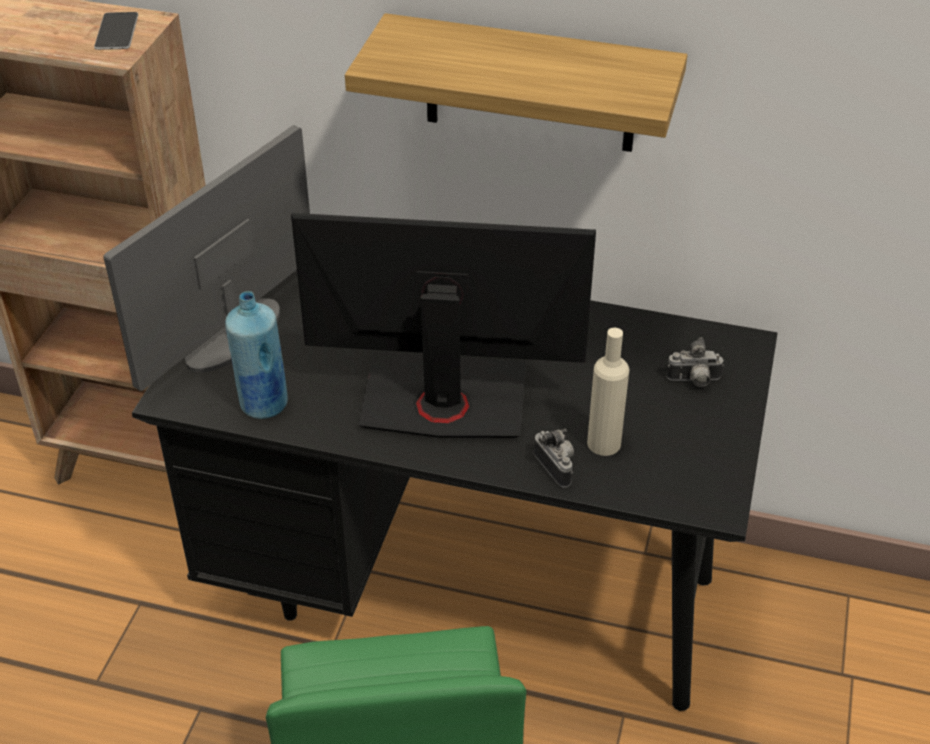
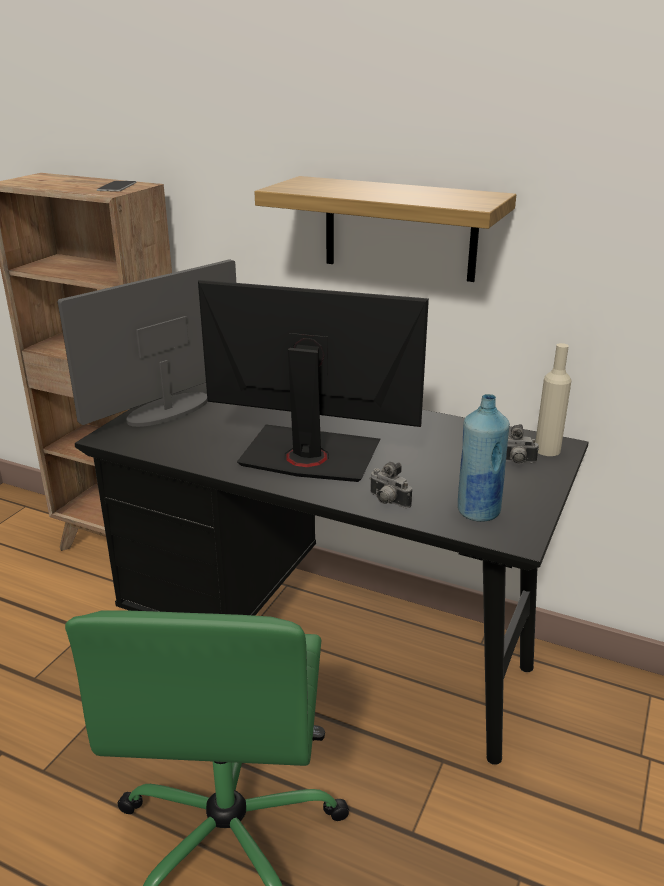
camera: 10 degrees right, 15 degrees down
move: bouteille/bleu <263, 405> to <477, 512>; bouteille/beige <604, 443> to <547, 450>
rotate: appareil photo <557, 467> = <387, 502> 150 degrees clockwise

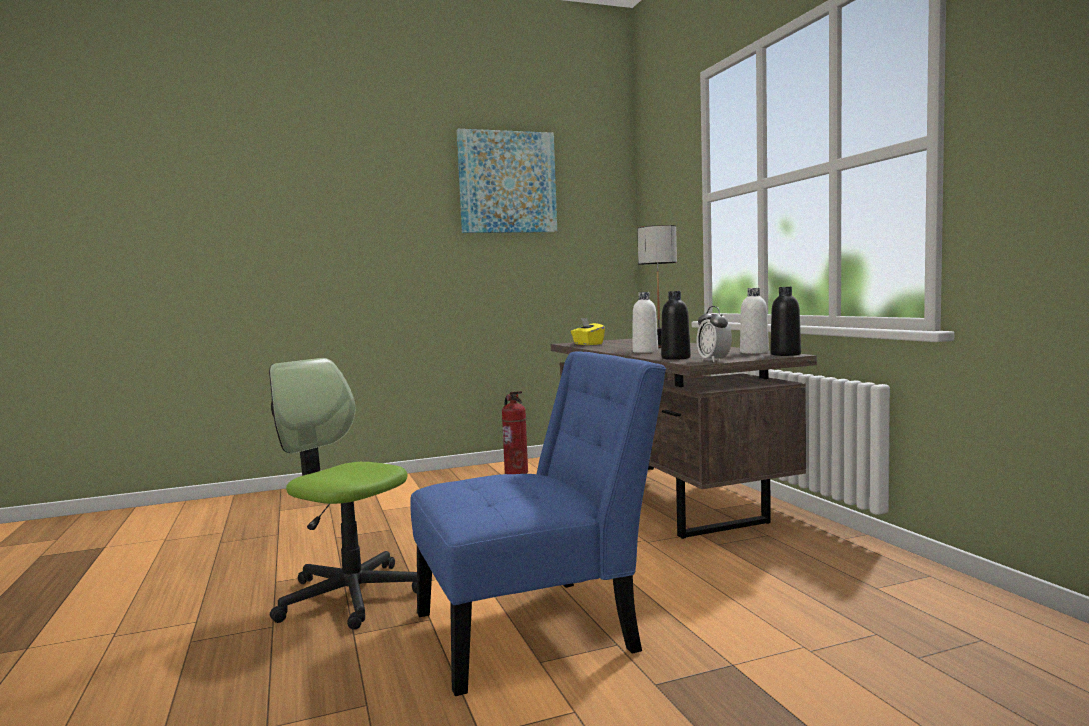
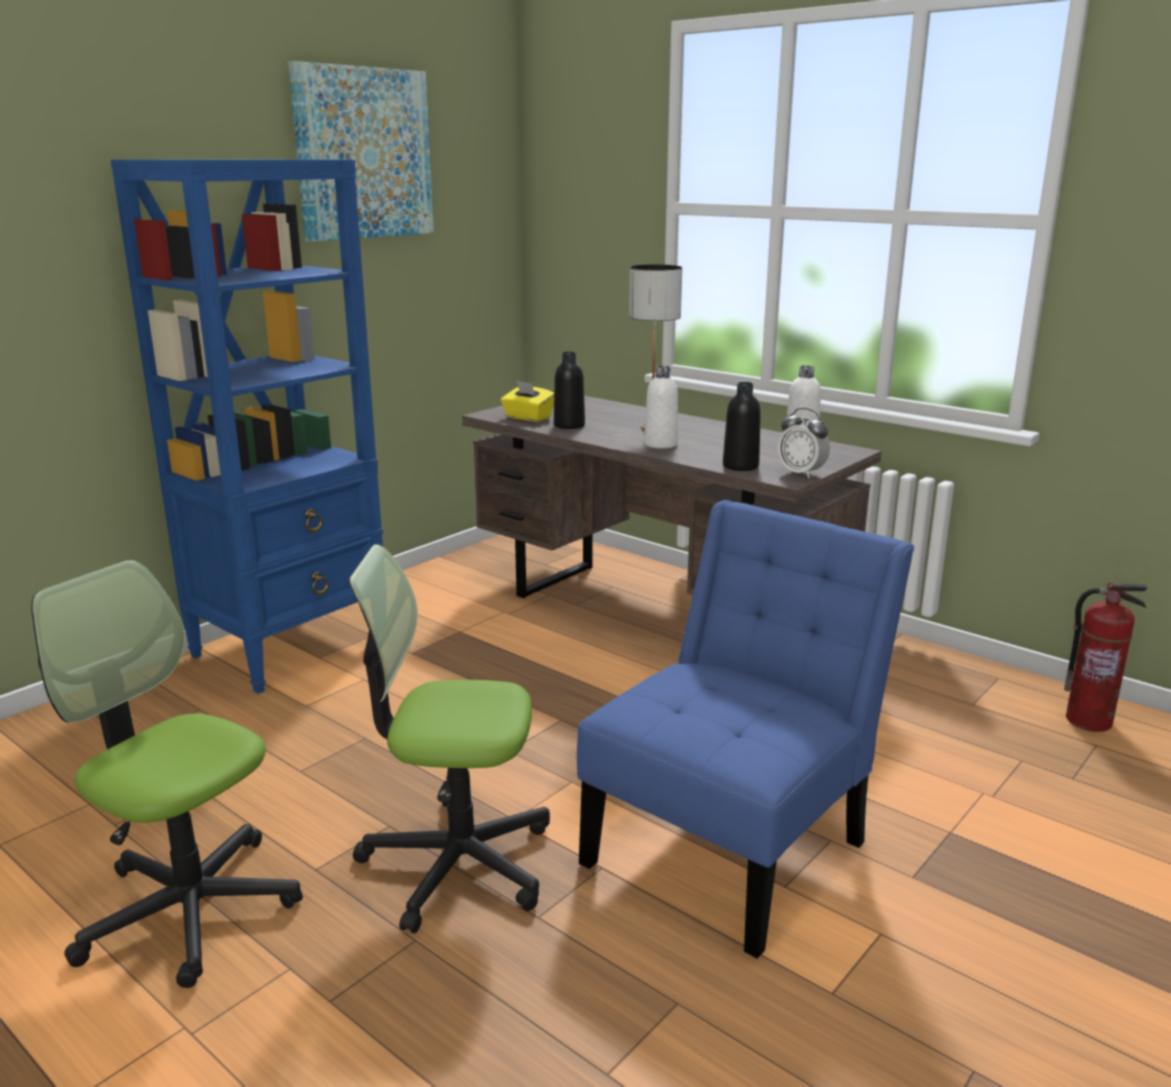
camera: 30 degrees left, 15 degrees up
insert: chaise de bureau <189, 908>; bibliothèque/bleu <292, 647>
move: extincteur <517, 473> to <1089, 721>; bouteille/noir <785, 354> to <569, 425>

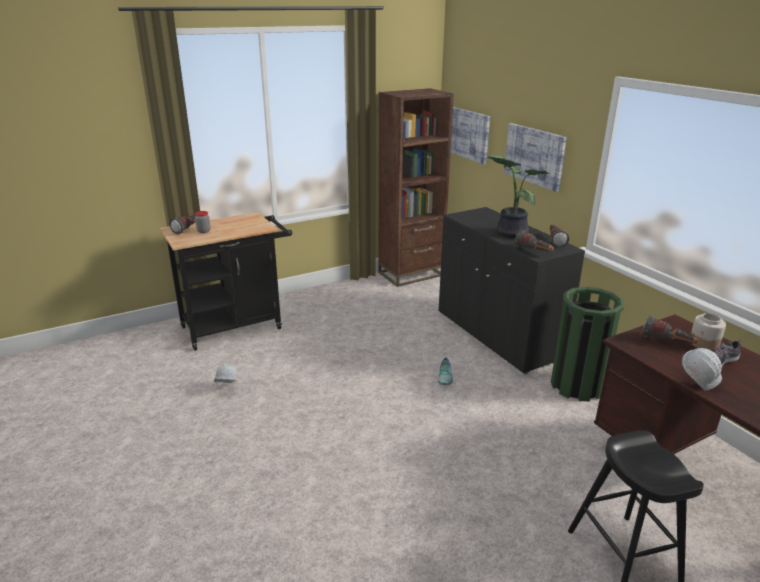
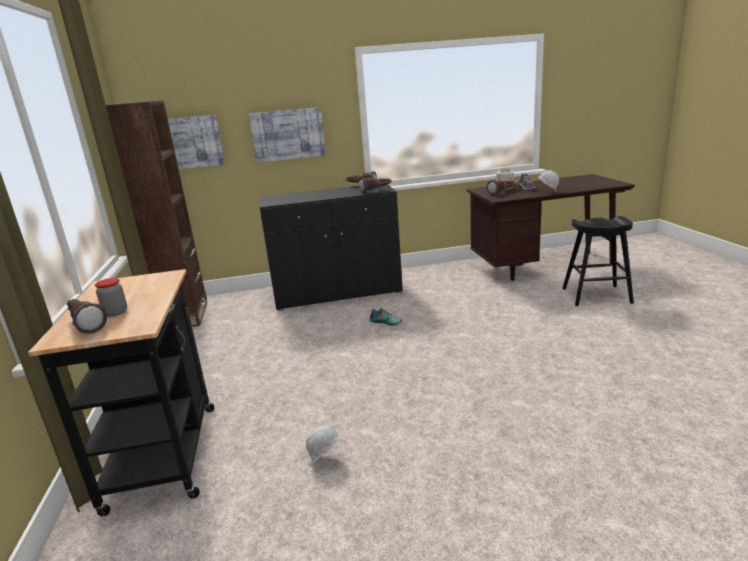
camera: 70 degrees left, 5 degrees down
delete: plante en pot <509, 233>; poubelle/vert <577, 386>

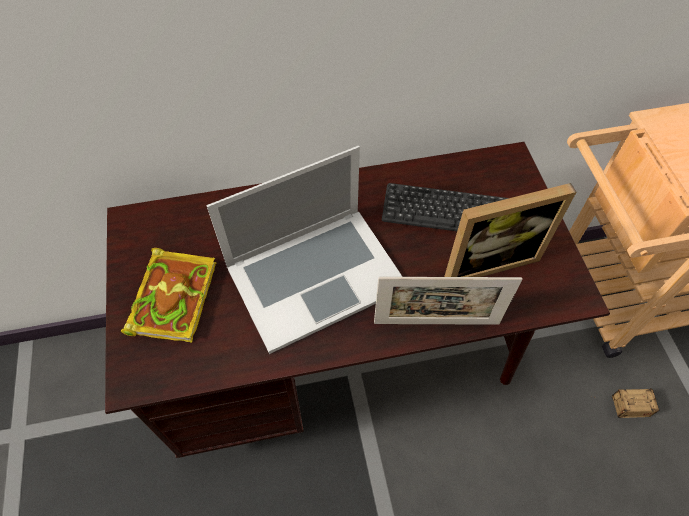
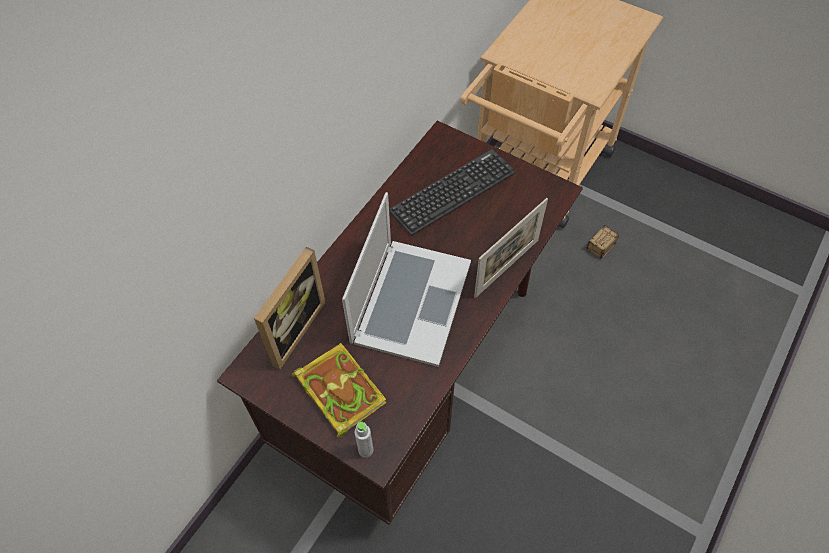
camera: 45 degrees left, 0 degrees up
insert: bouteille/gris <365, 450>
move: cadre photo <487, 259> to <291, 329>

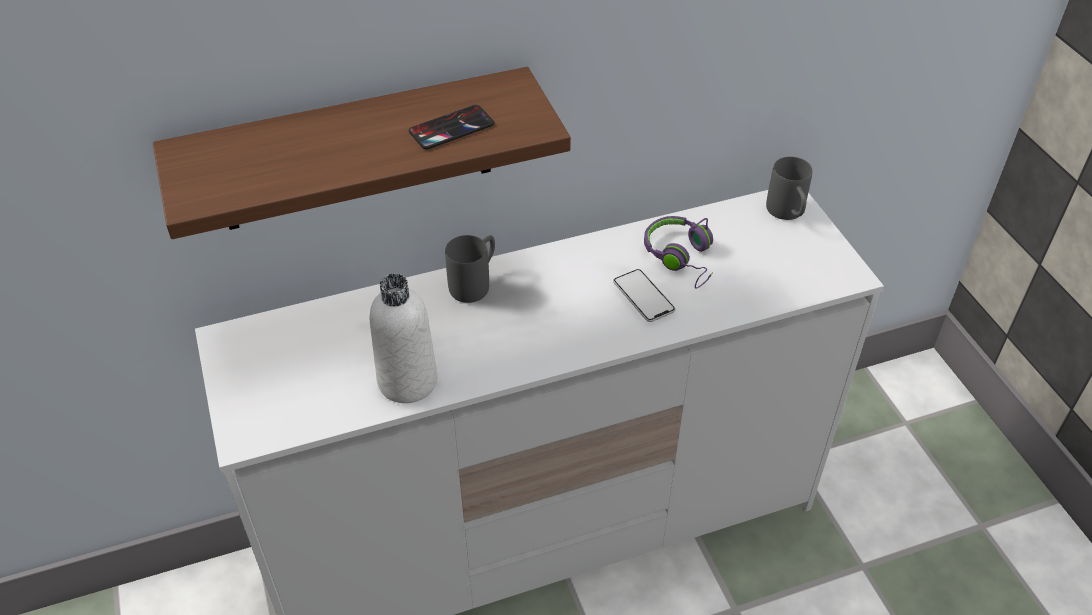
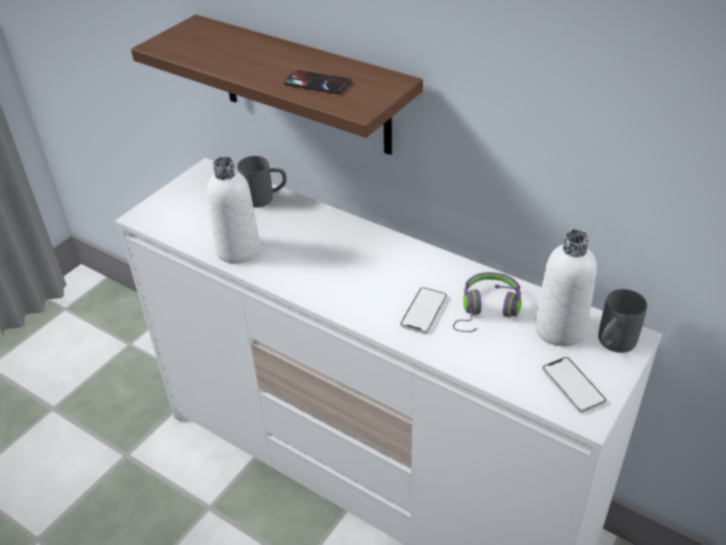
camera: 55 degrees right, 5 degrees down
insert: bouteille/blanc <560, 329>; téléphone <573, 385>
move: mug/gris <475, 283> to <265, 198>

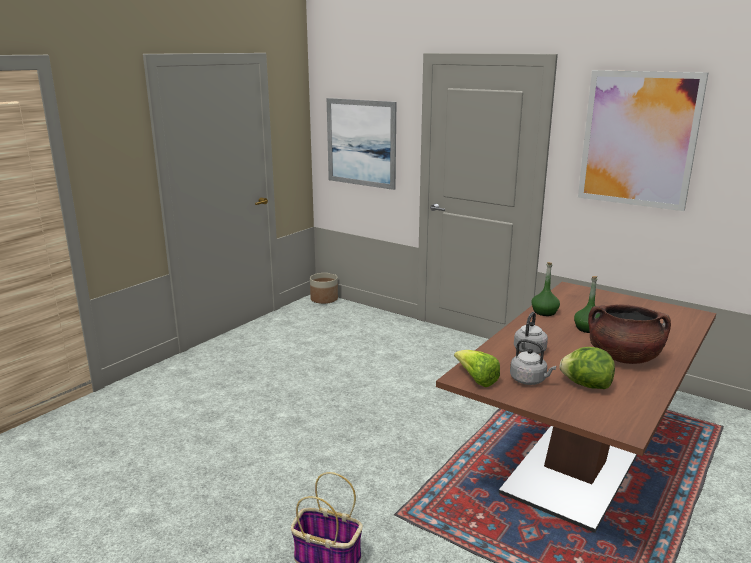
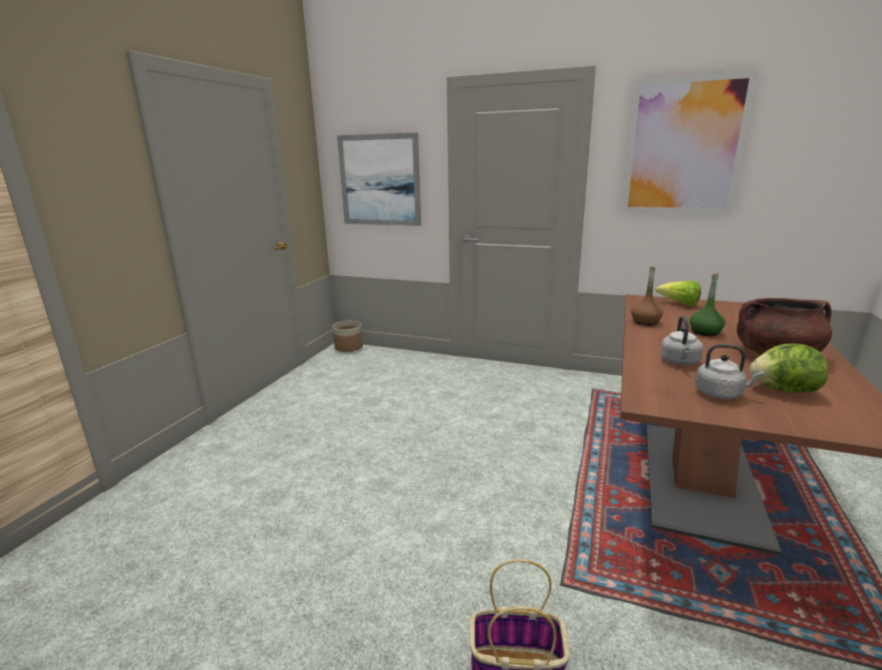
camera: 15 degrees left, 0 degrees up
move: laitue <476, 380> to <679, 304>
recolor: bouteille/vert <544, 312> to bouteille/marron <645, 322>

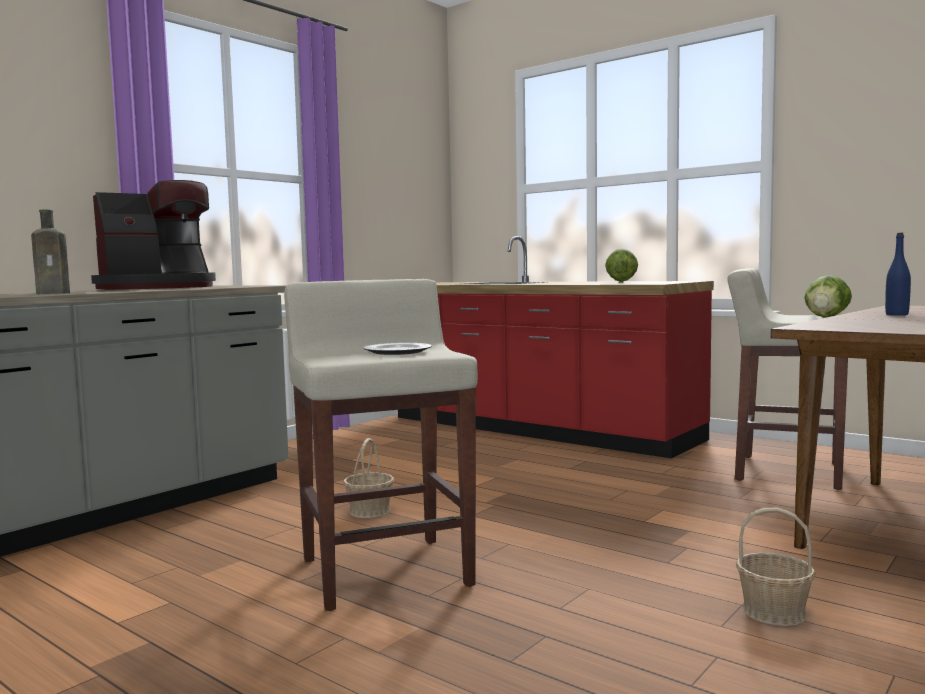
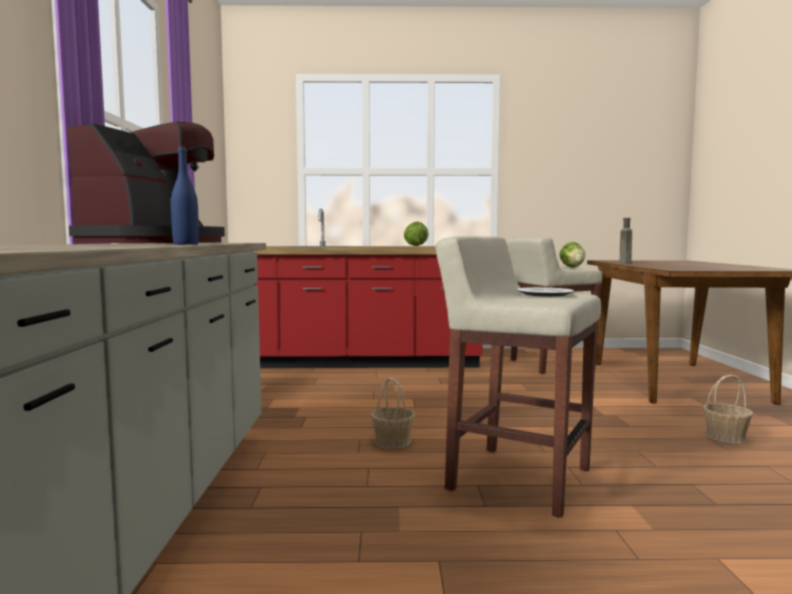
camera: 40 degrees left, 0 degrees up
move: bouteille/marron <55, 293> to <625, 263>; bouteille/bleu <897, 315> to <186, 244>

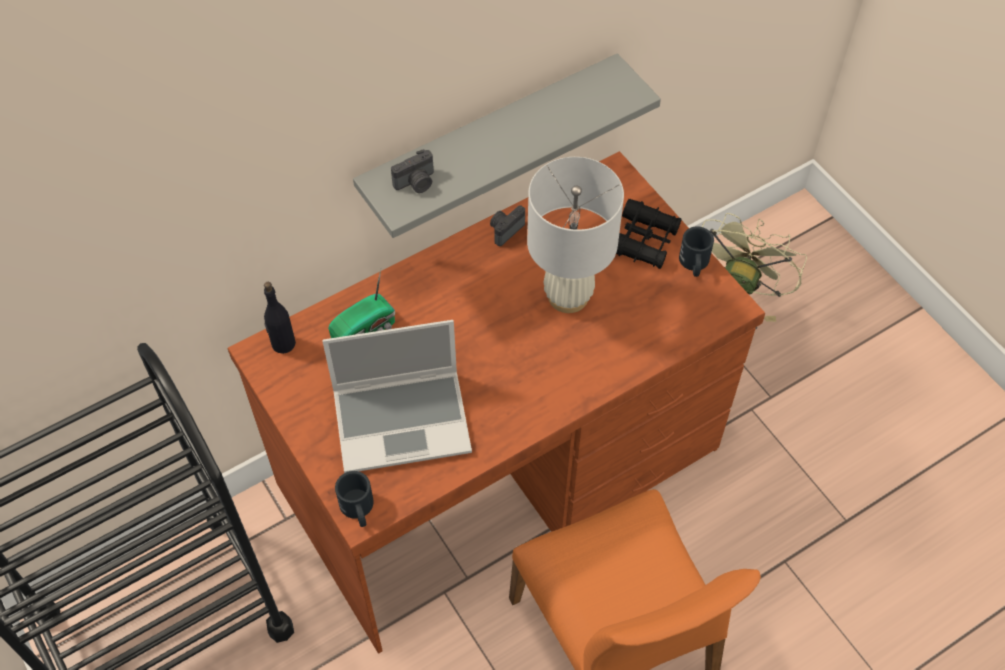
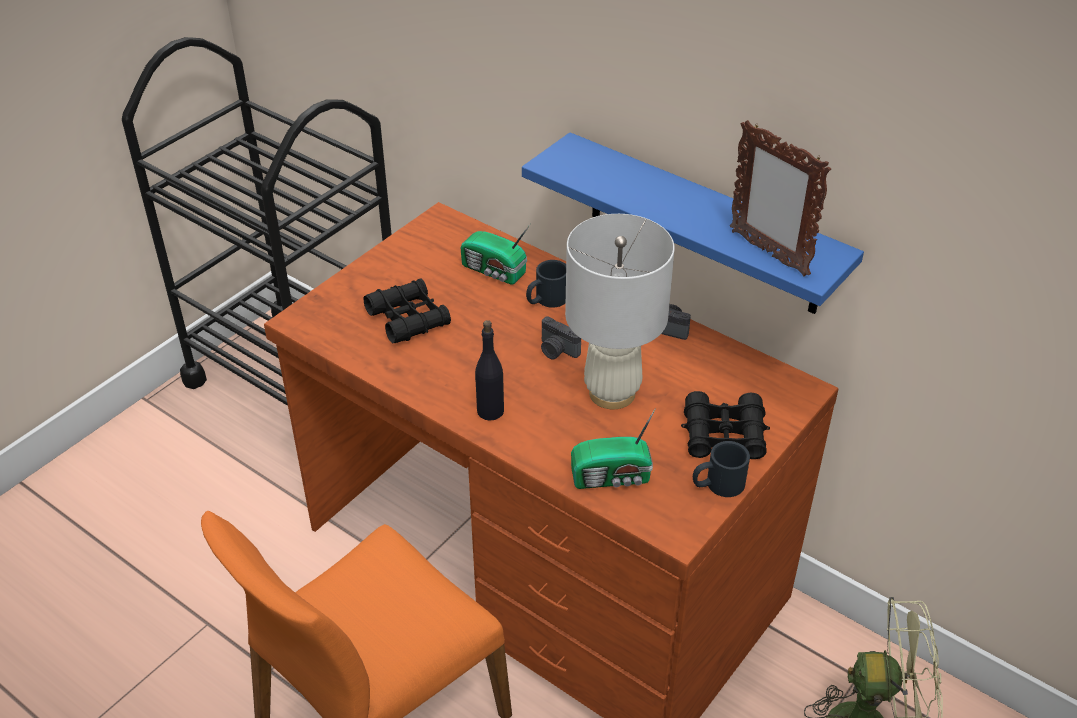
camera: 70 degrees right, 15 degrees down
insert: radio <613, 477>; cadre photo <768, 253>
move: bouteille/noir <283, 344> to <490, 411>; mug/noir <358, 510> to <546, 300>; appareil photo <416, 183> to <557, 351>
replace: ordinateur portable <403, 420> to jumelles/noir <408, 319>
recolor: étagère/gris <490, 141> to étagère/bleu <703, 225>

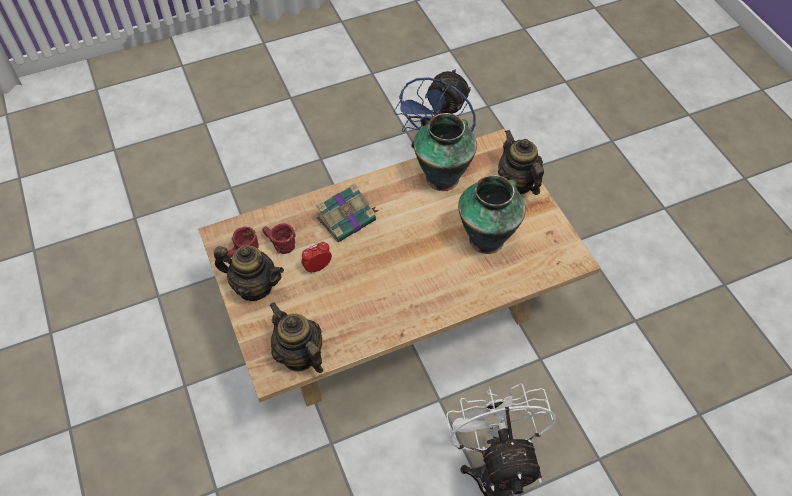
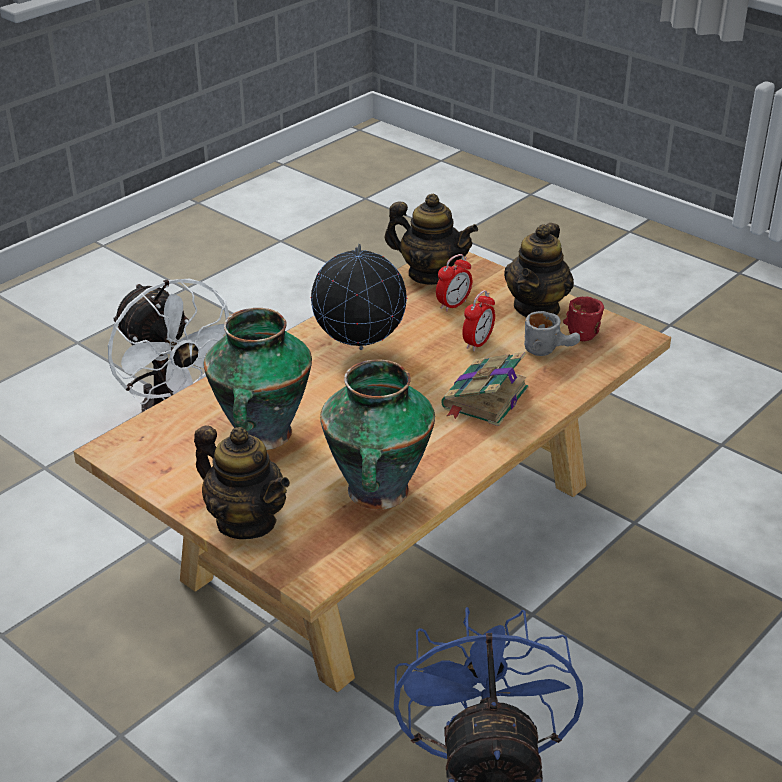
camera: 155 degrees right, 20 degrees down
insert: globe <359, 349>; réveil <453, 305>
recolor: mug/rouge <278, 244> to mug/gris <550, 349>
rotate: théière <254, 287> = <537, 308> 60 degrees counterclockwise

